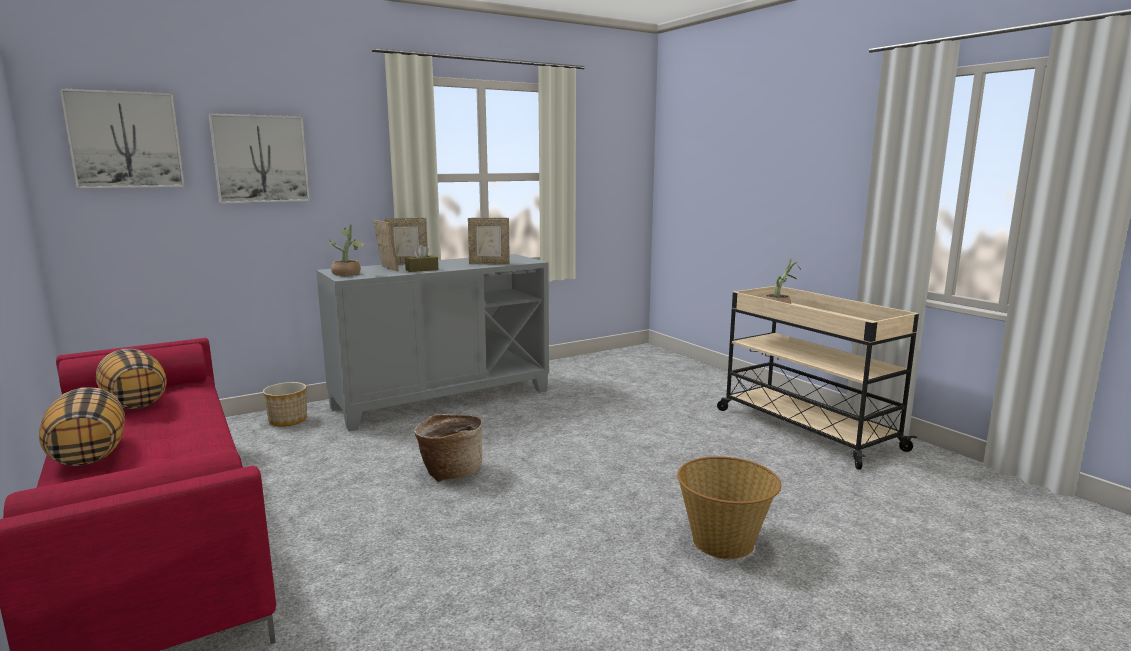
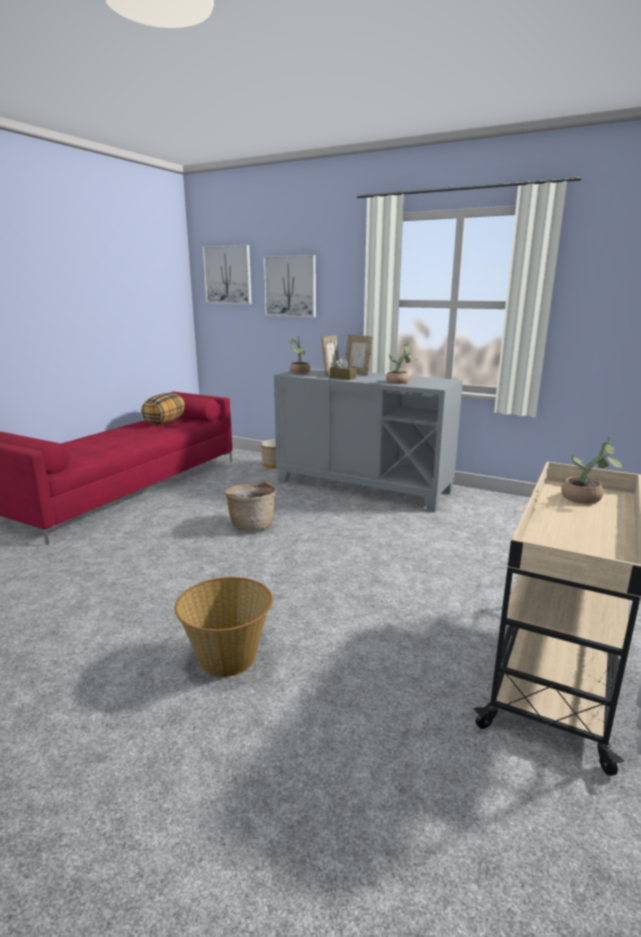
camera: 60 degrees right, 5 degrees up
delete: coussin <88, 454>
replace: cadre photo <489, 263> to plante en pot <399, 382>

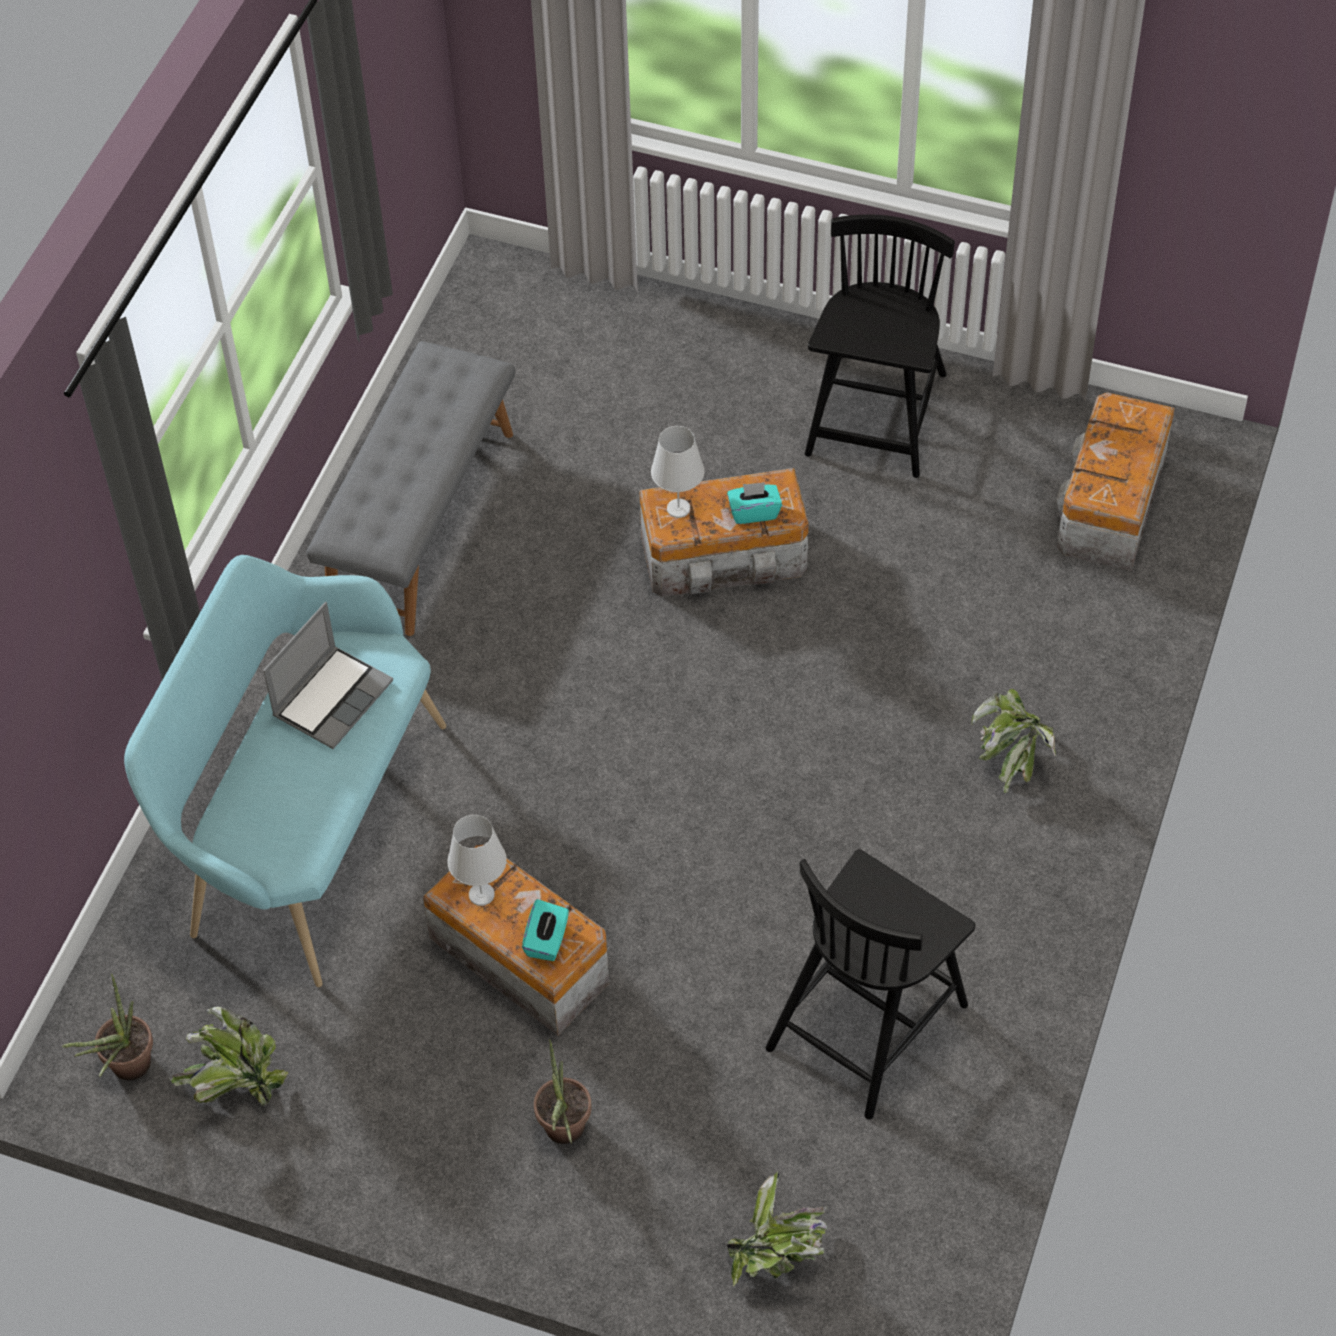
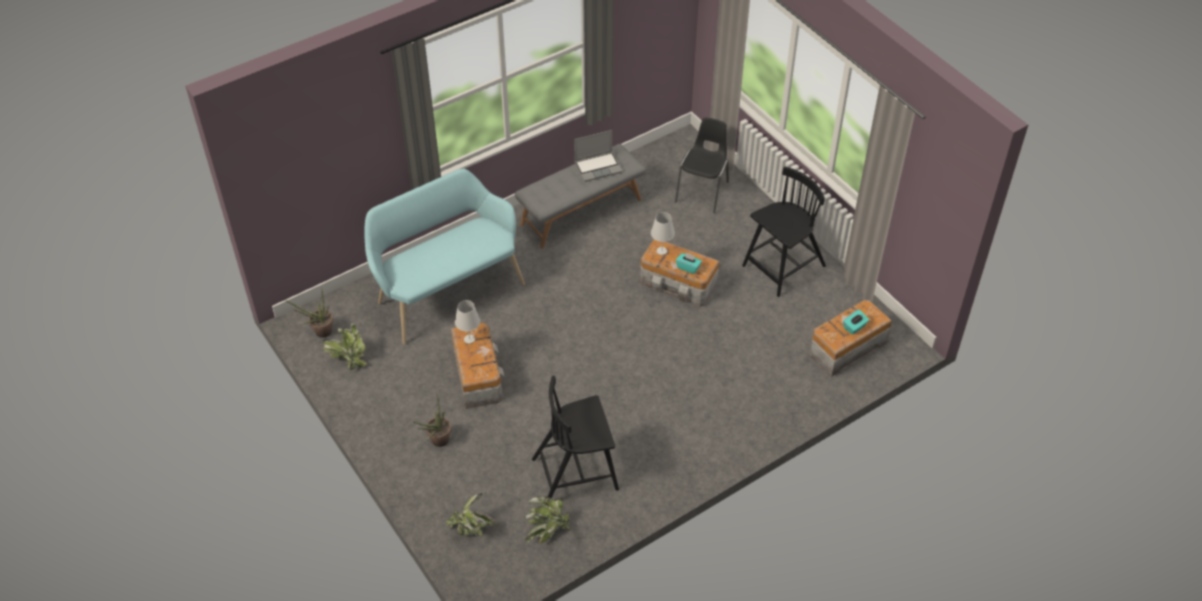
camera: 35 degrees right, 5 degrees down
insert: chaise/noir <703, 192>
move: ordinateur portable <332, 697> to <598, 167>; boîte à mouchoirs/turquoise <547, 941> to <854, 327>; plante en pot <1013, 757> to <548, 530>

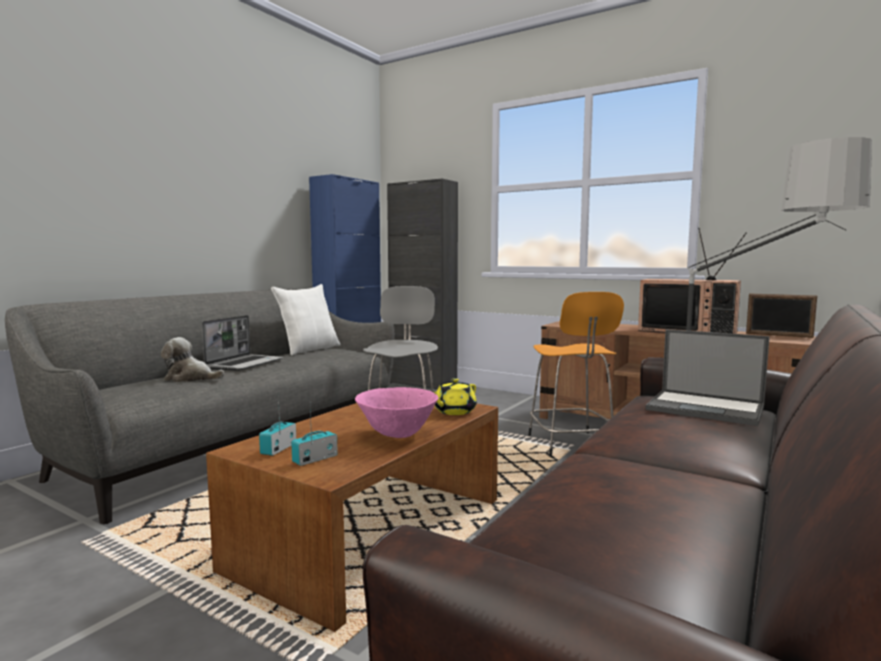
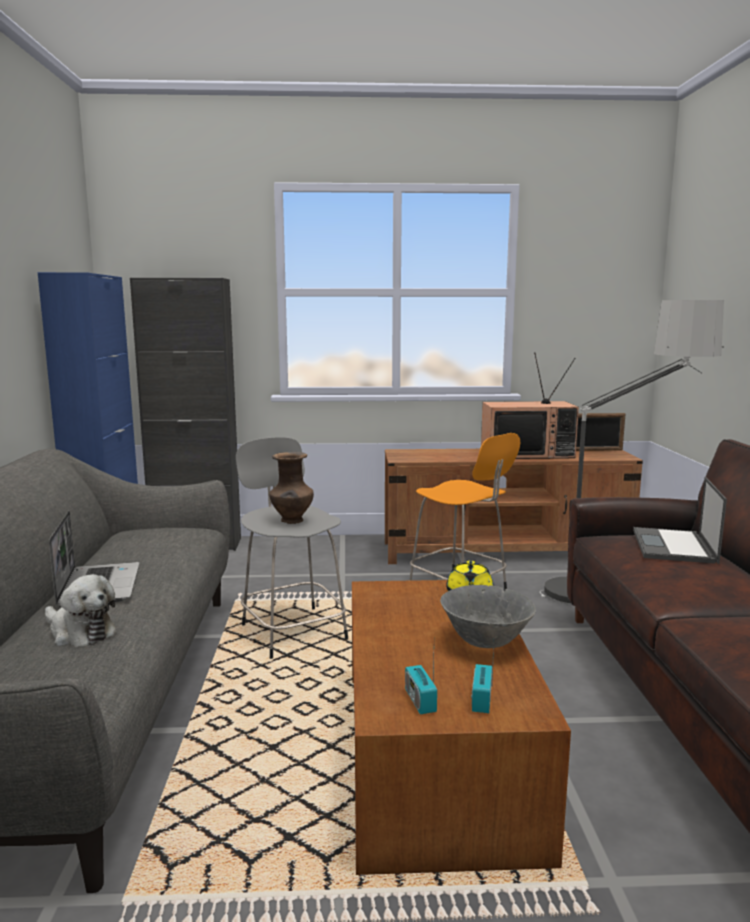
camera: 35 degrees left, 5 degrees up
delete: coussin/blanc <309, 349>
insert: vase/marron <292, 521>
recolor: bol/rose <397, 435> to bol/gris <485, 643>
rotate: peluche <190, 378> = <80, 632> 120 degrees counterclockwise; ordinateur portable <707, 408> = <674, 546> 105 degrees clockwise

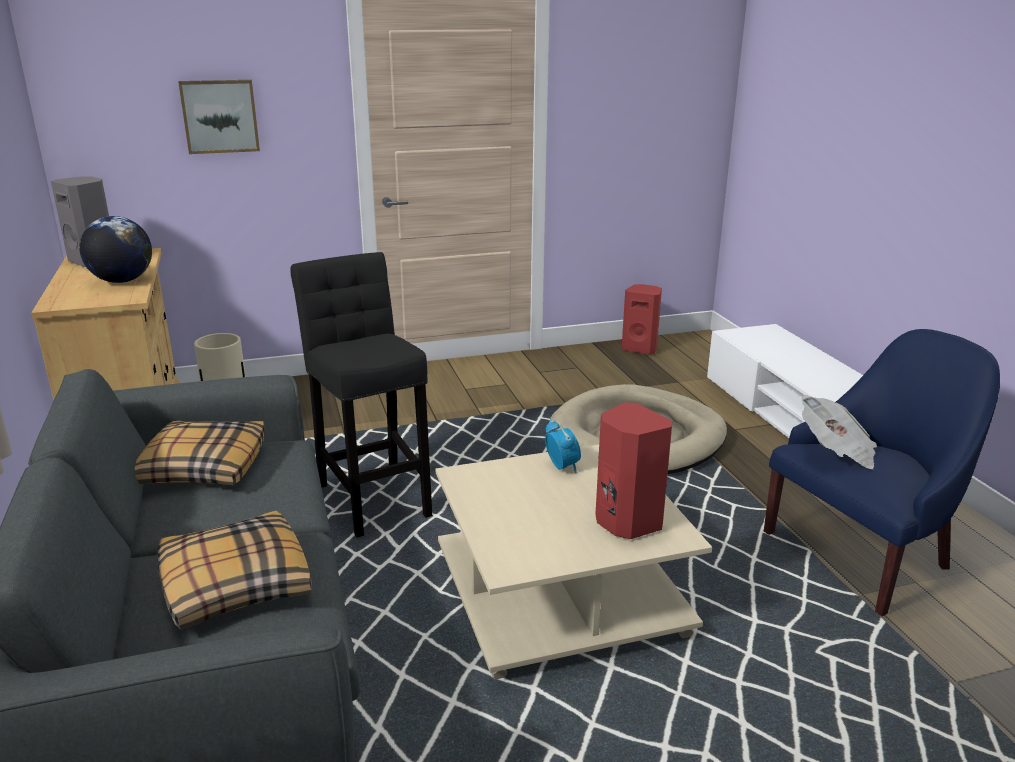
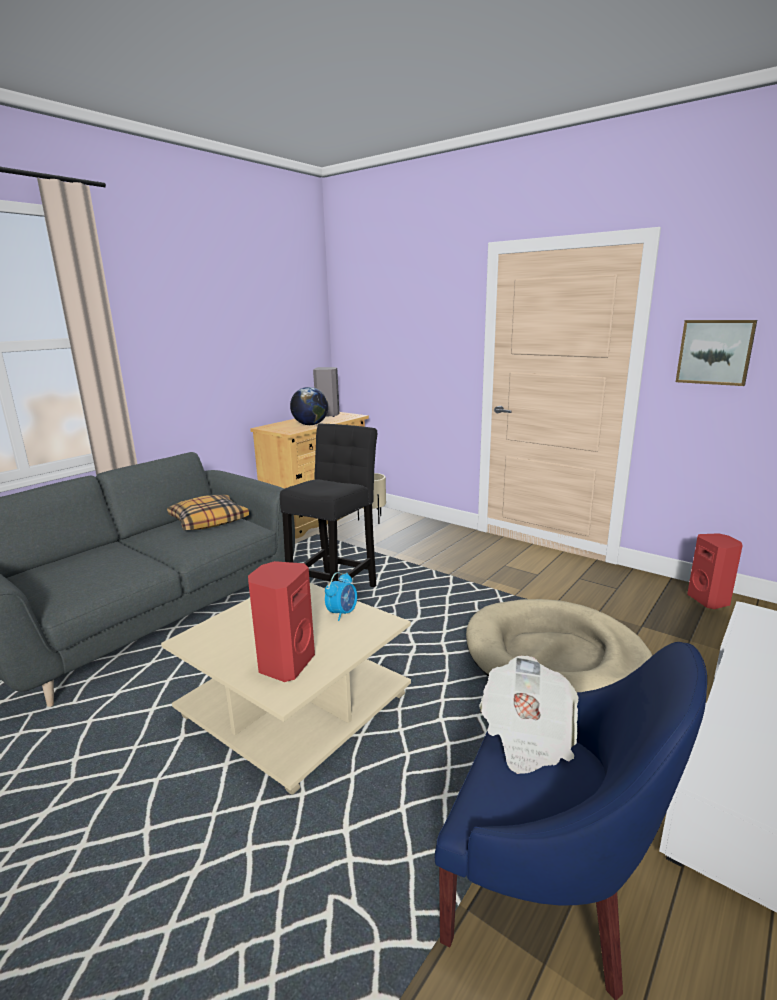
camera: 55 degrees right, 5 degrees down
delete: coussin <234, 584>
move: tableau <220, 116> to <715, 352>

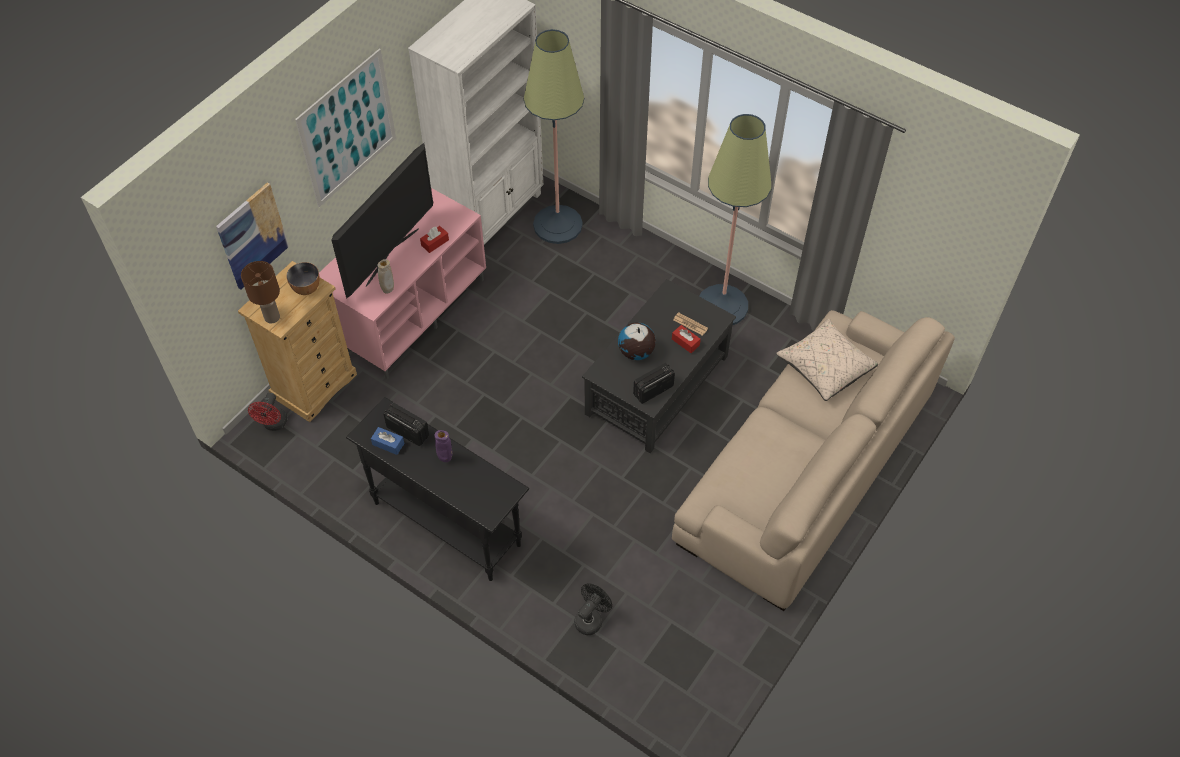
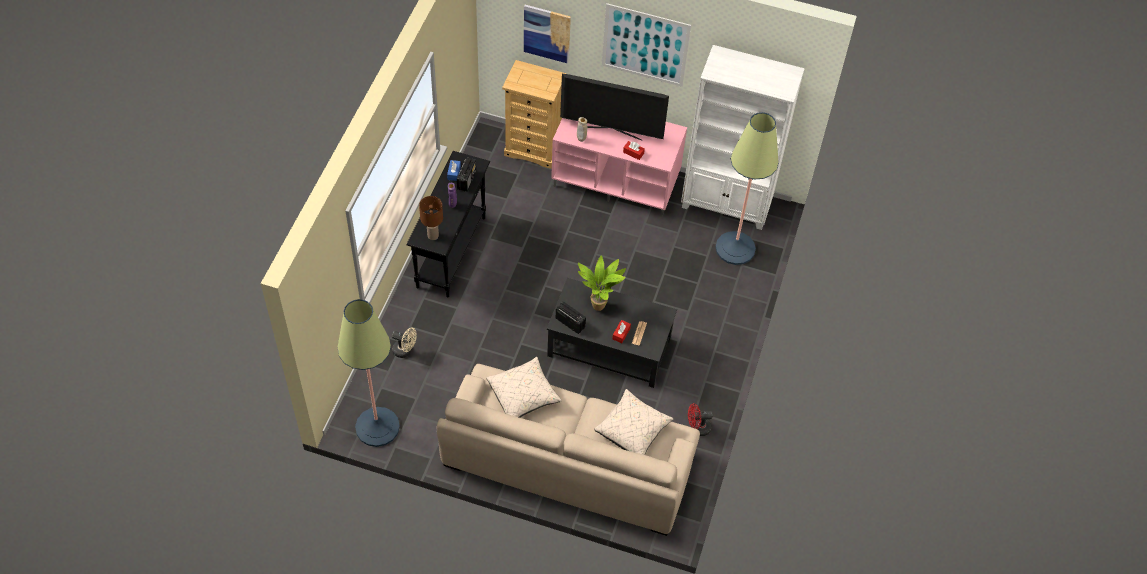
camera: 70 degrees right, 0 degrees up
delete: bol <306, 288>
insert: coussin/beige <523, 395>
move: lampe de table/marron <272, 317> to <433, 236>; ventilateur/rouge <273, 424> to <697, 428>; lampadaire <722, 306> to <377, 427>
replace: globe <636, 352> to plante en pot <600, 305>
recolor: ventilateur/noir <591, 618> to ventilateur/beige <405, 351>

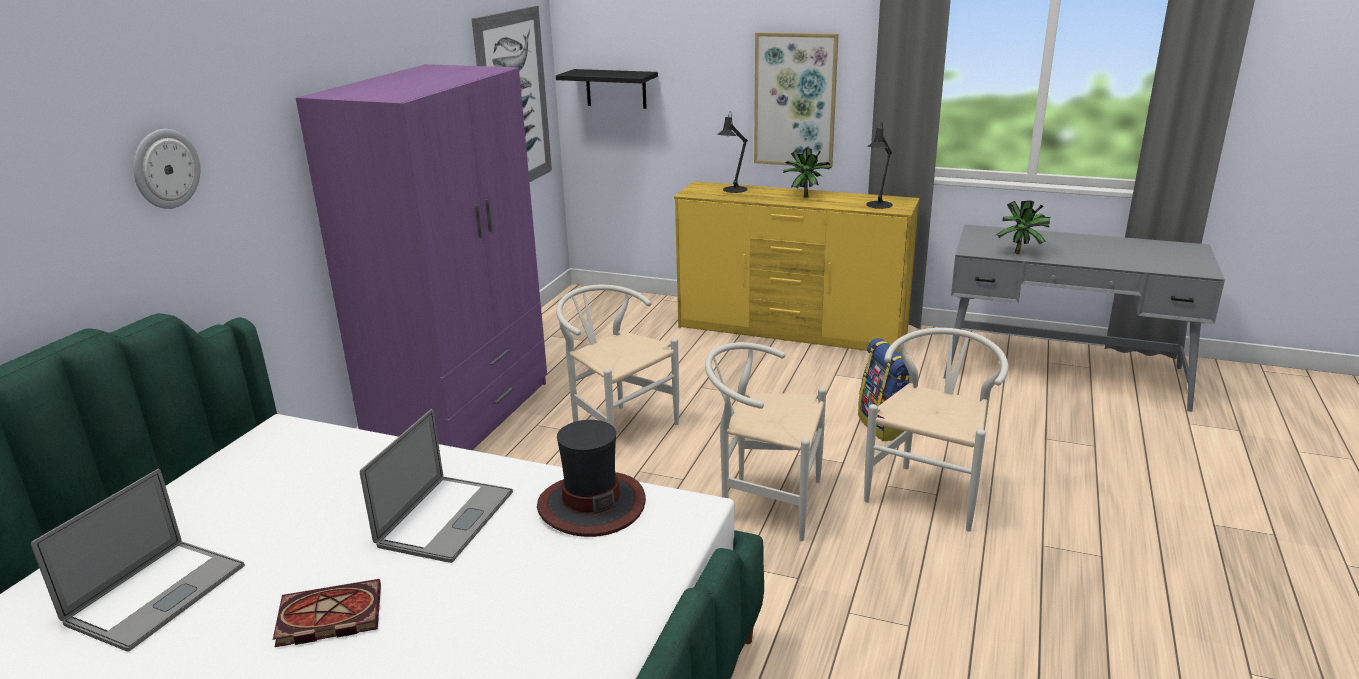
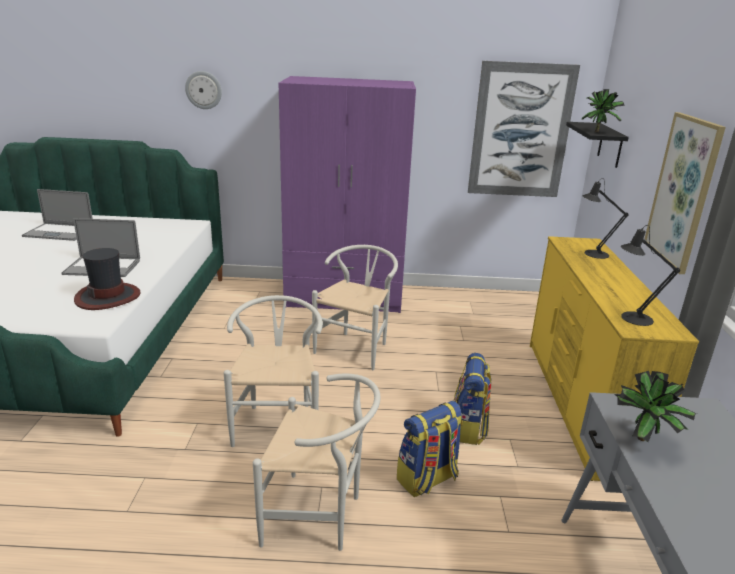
camera: 70 degrees right, 0 degrees up
delete: livre <327, 618>
insert: sac à dos <468, 428>
move: plante en pot <804, 196> to <598, 132>

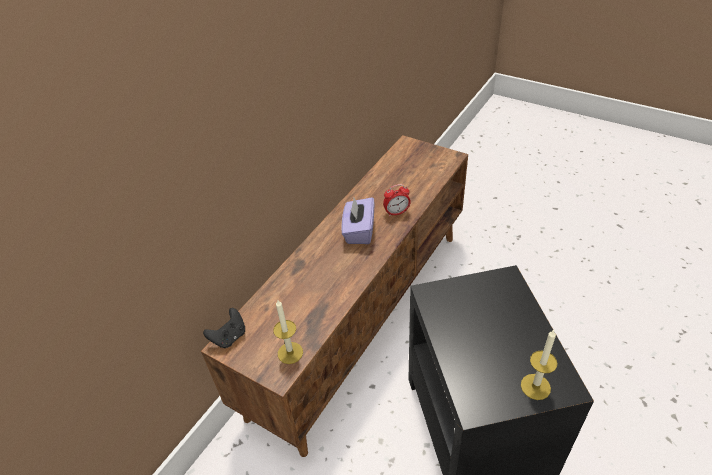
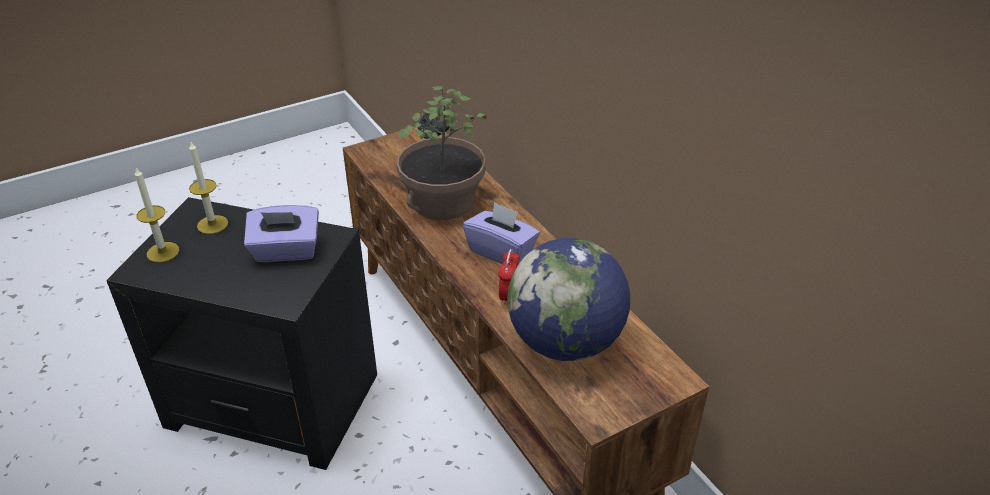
camera: 115 degrees right, 5 degrees down
insert: boîte à mouchoirs/violet <286, 251>; plante en pot <442, 201>; globe <565, 342>
move: bougie <290, 353> to <212, 224>

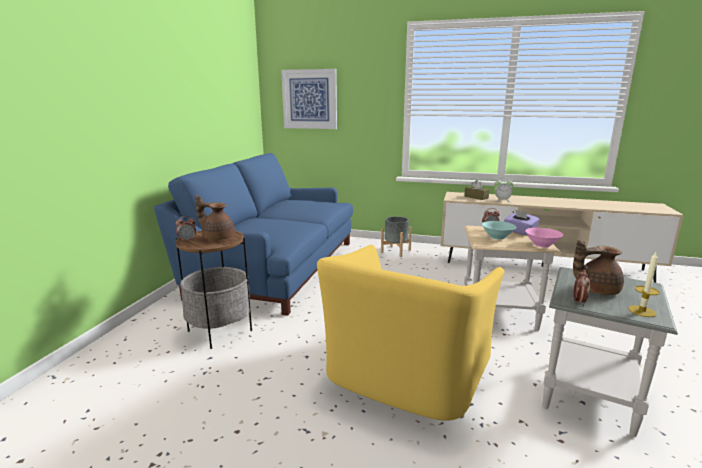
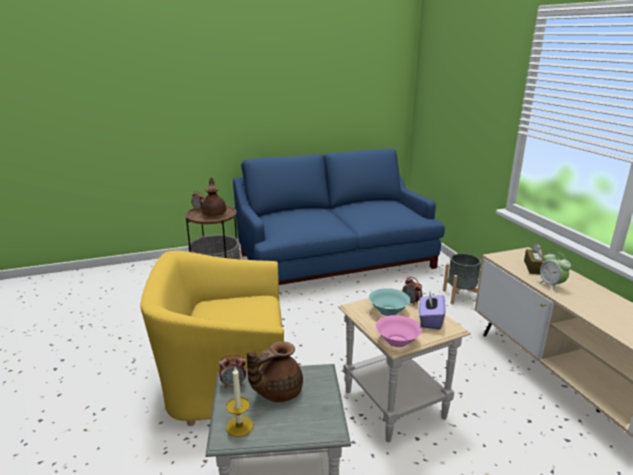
camera: 55 degrees right, 5 degrees up
delete: tableau <309, 99>
rotate: théière/marron <595, 290> = <277, 391> 90 degrees counterclockwise

